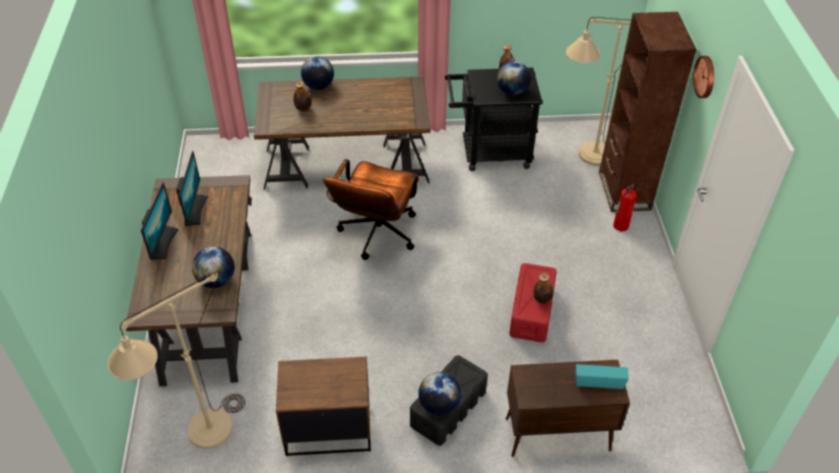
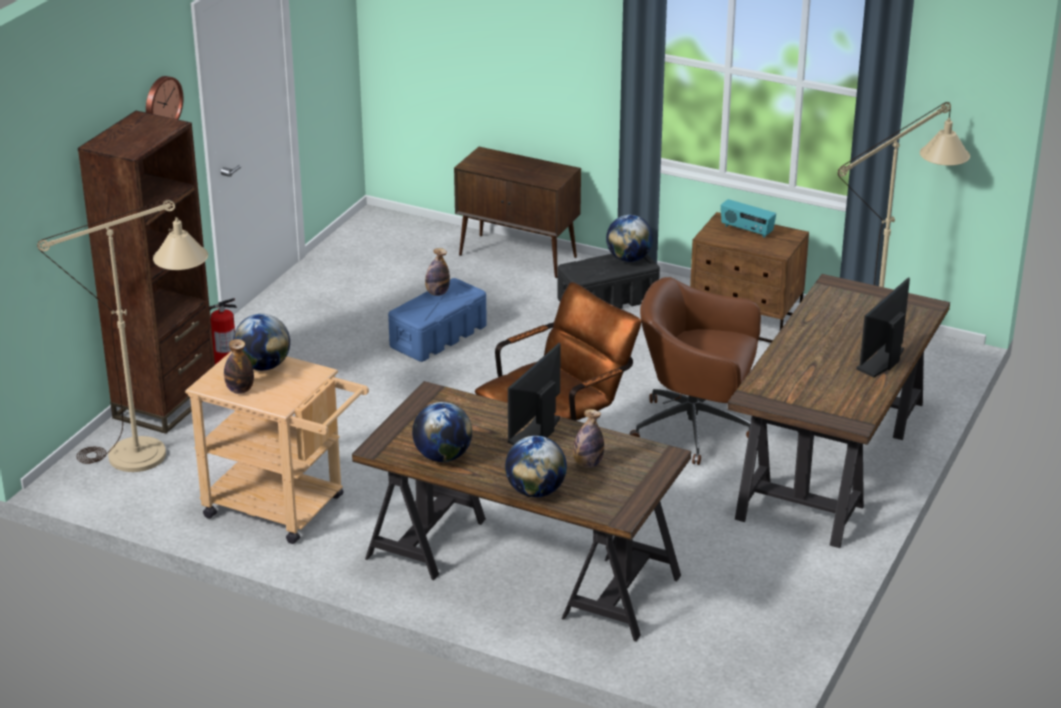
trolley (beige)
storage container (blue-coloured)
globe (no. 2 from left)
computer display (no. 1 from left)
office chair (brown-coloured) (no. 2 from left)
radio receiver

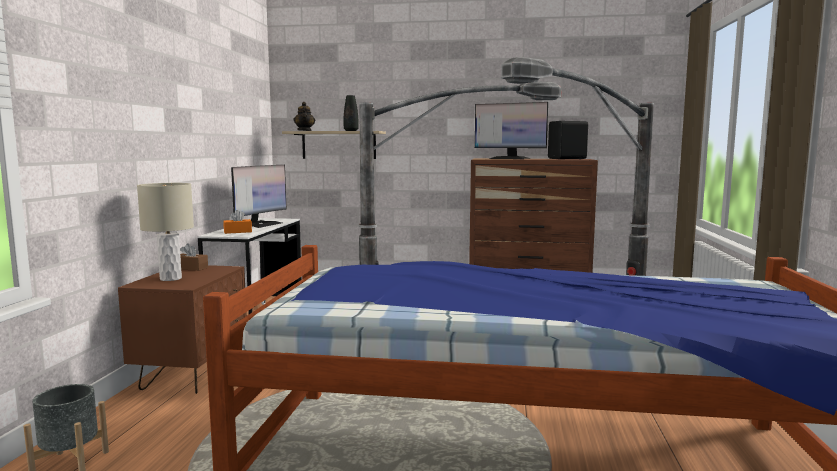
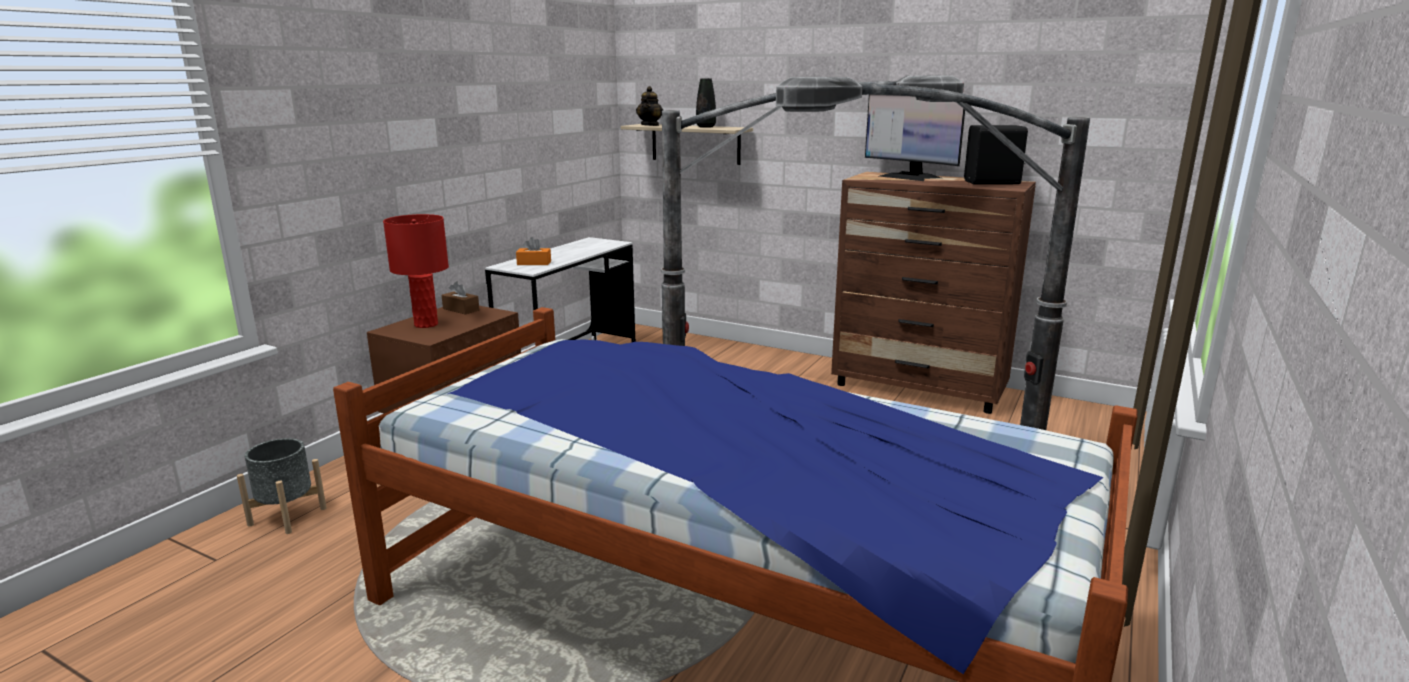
lamp for a table (red)
computer display (no. 1 from left in the first image)

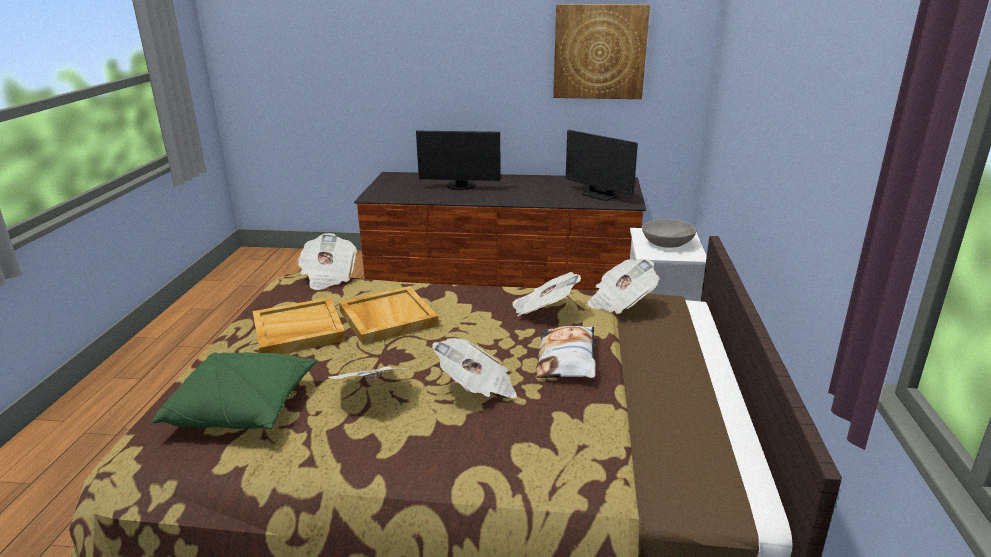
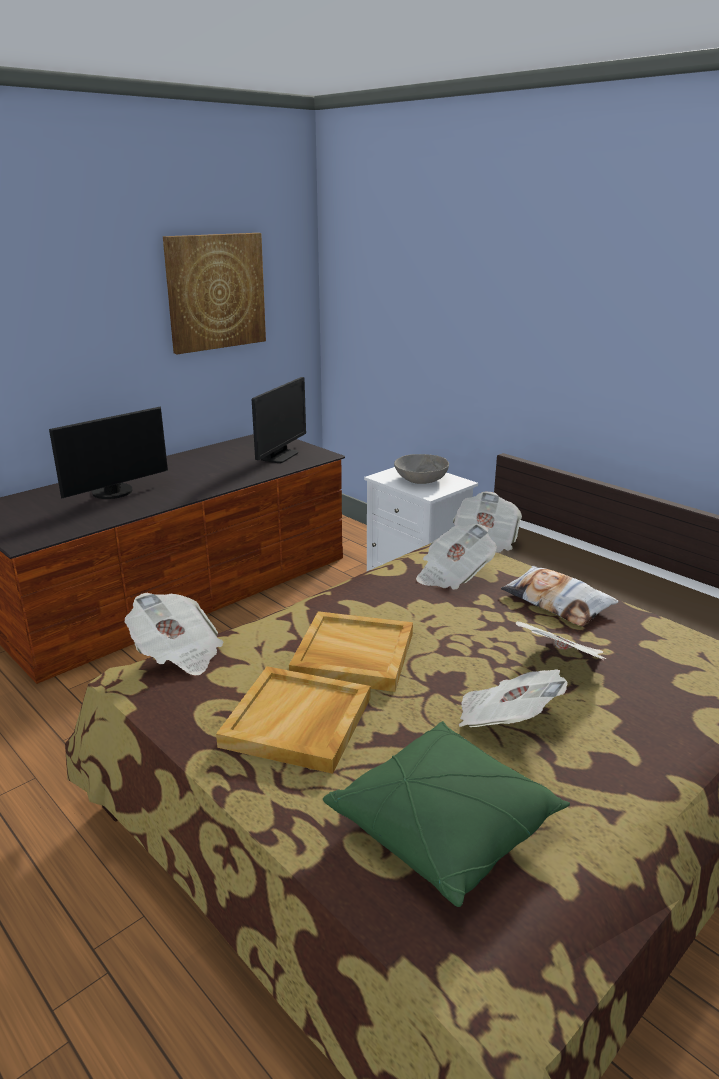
computer display (no. 2 from left)

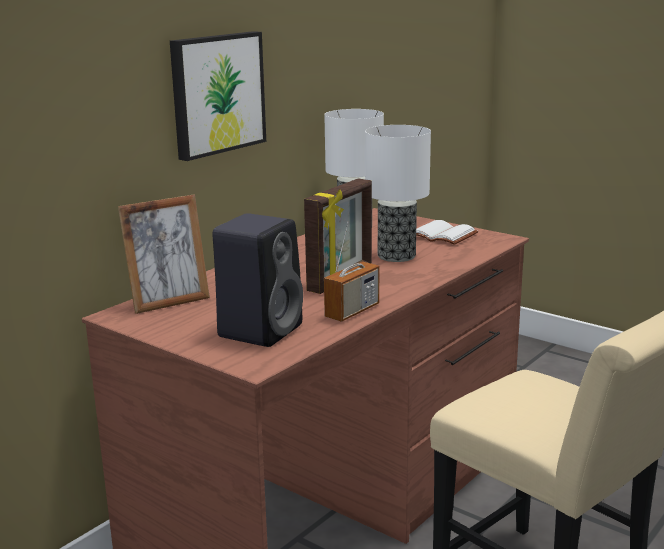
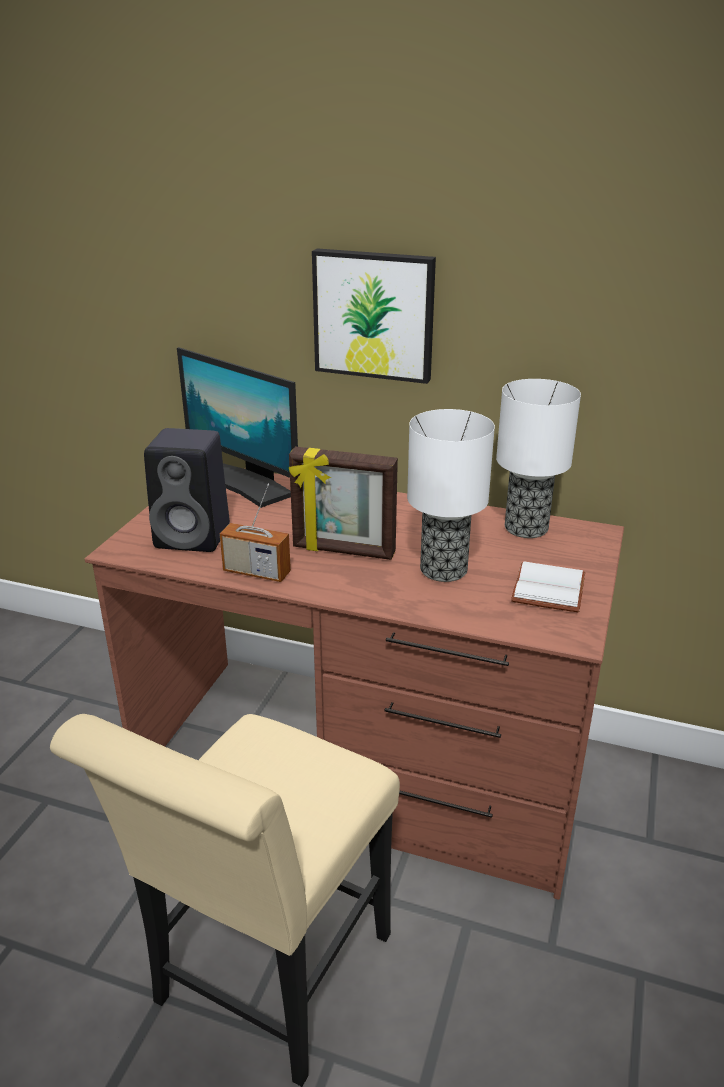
computer display

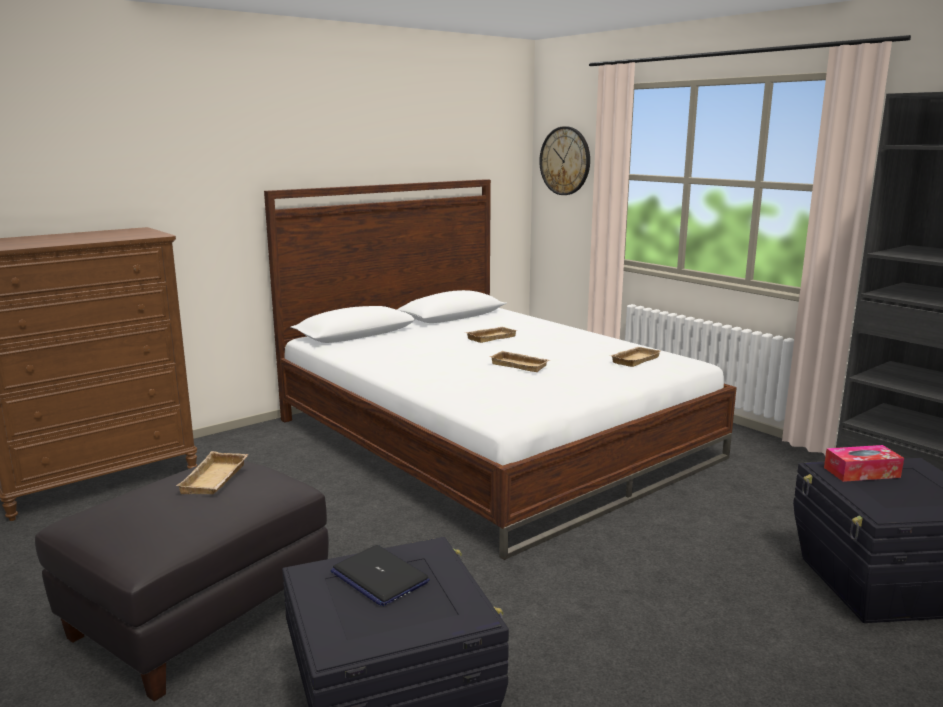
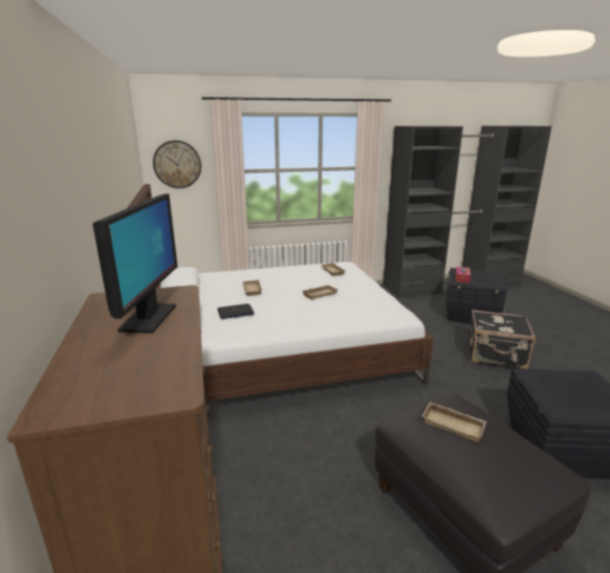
computer display
laptop
piece of luggage (black)

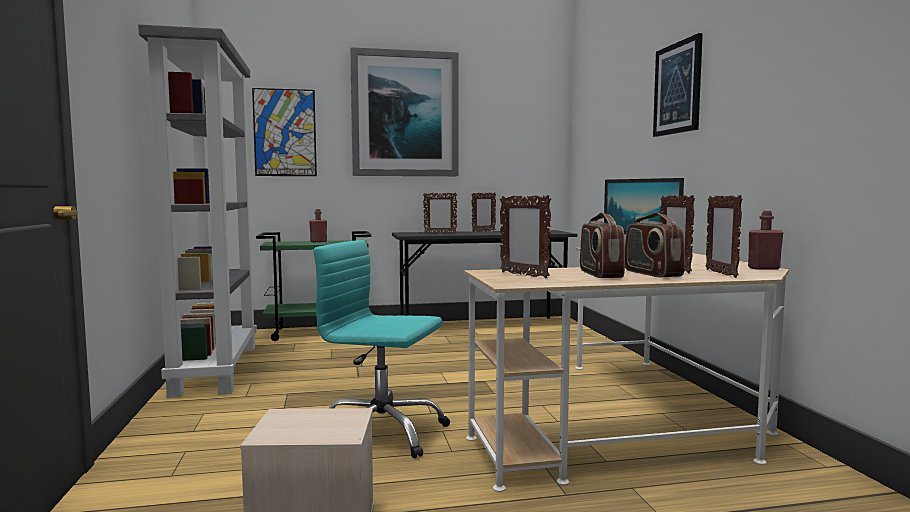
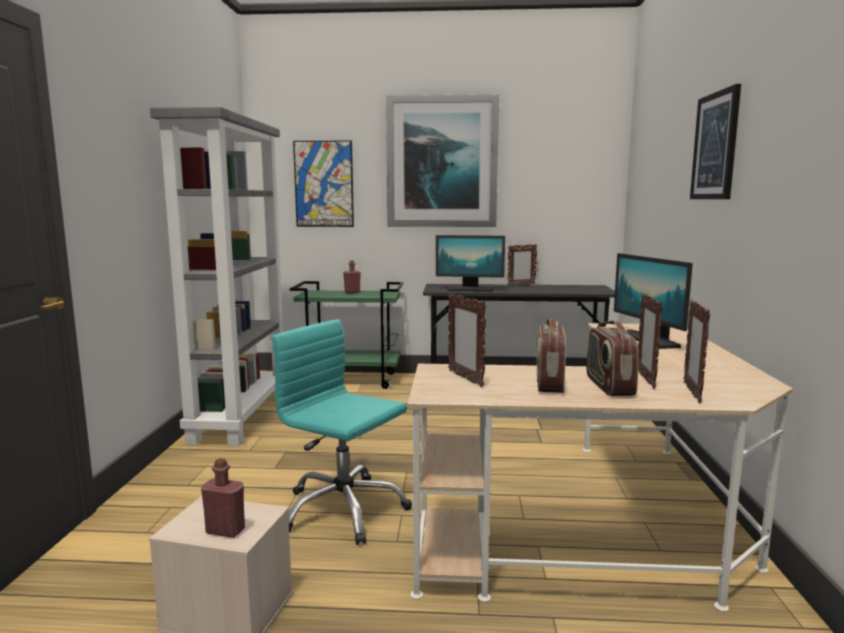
beverage bottle (red) (no. 1 from left)
computer display (no. 1 from left)

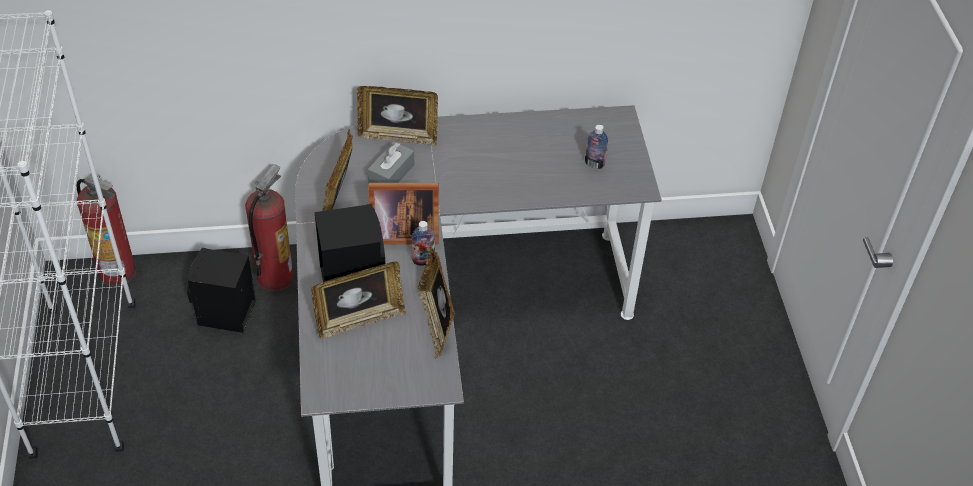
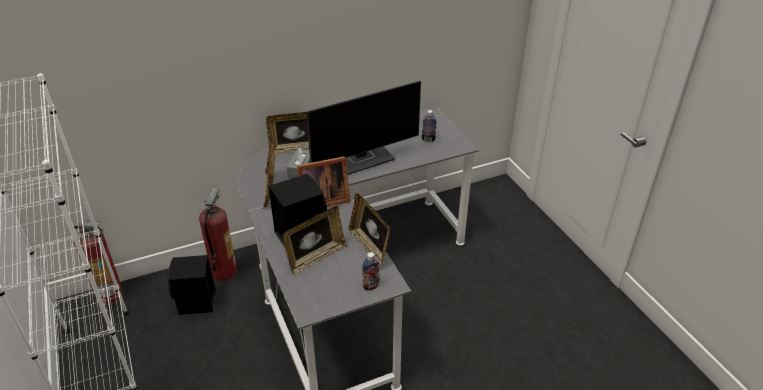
computer display
beverage bottle (no. 1 from left)

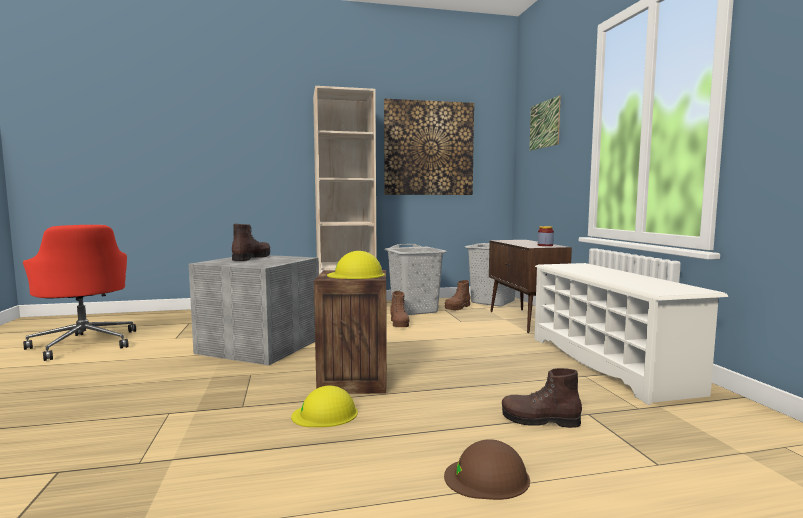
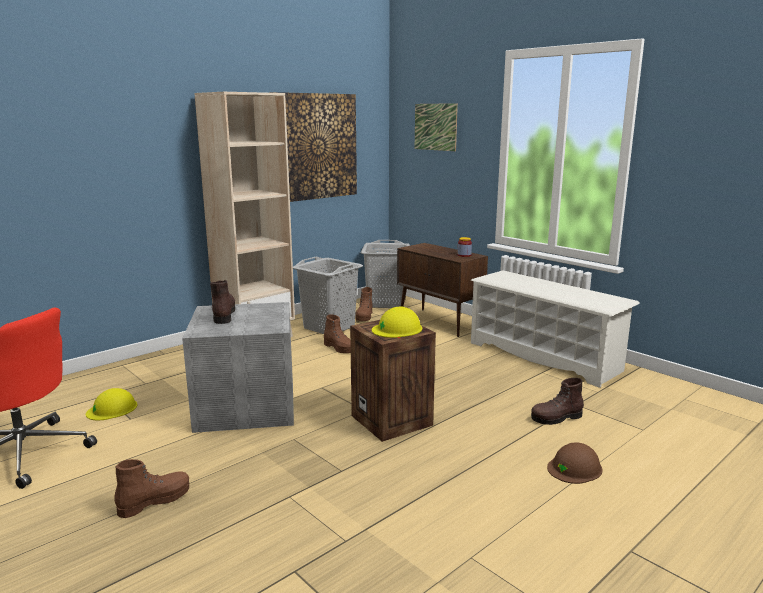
hard hat (yellowish) (no. 1 from left)
boot (brown-coloured) (no. 1 from left)

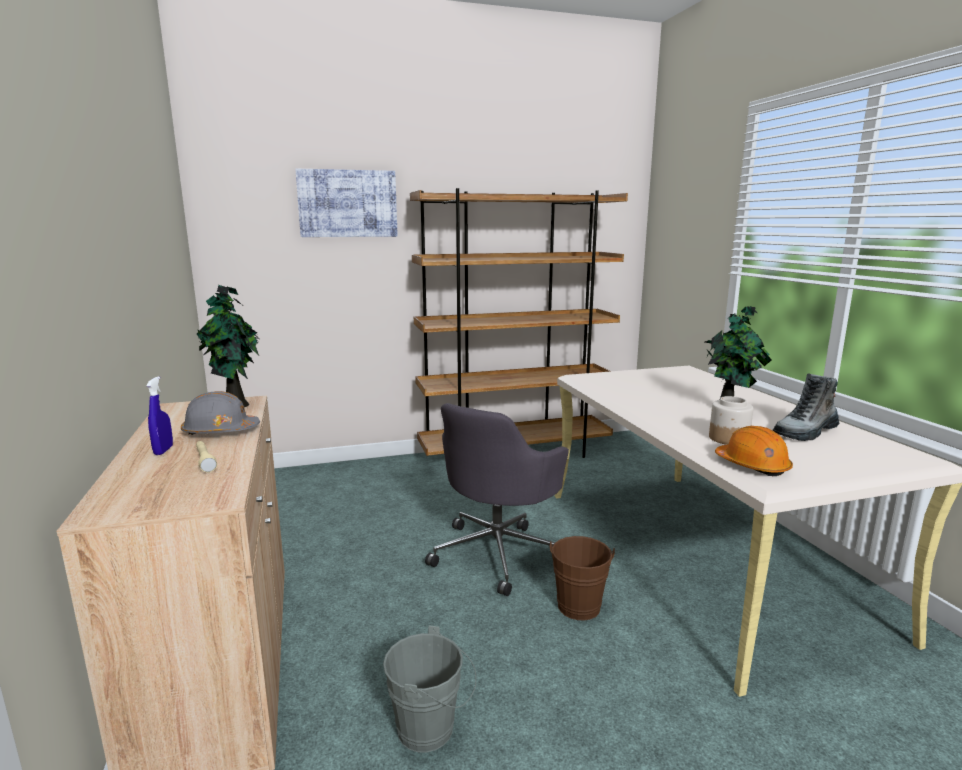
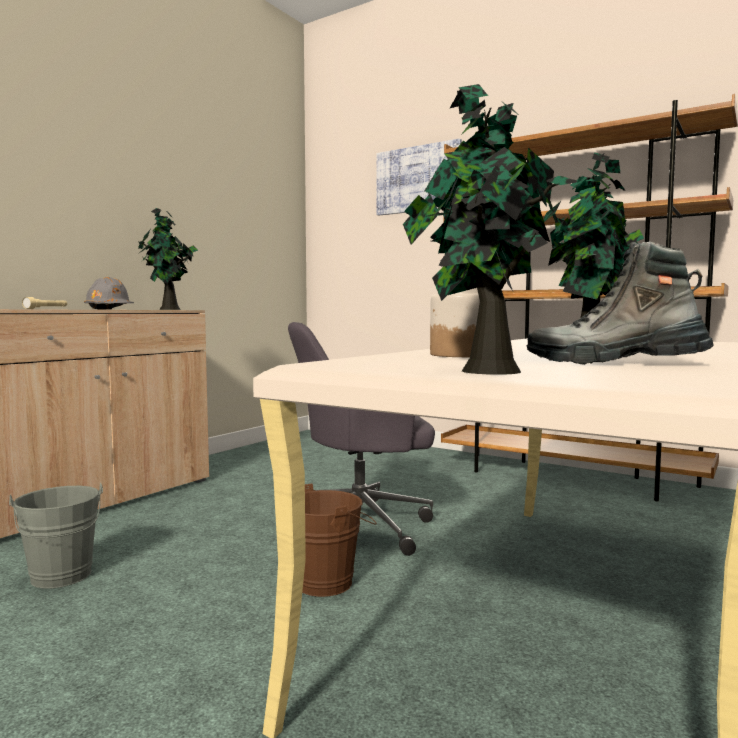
plant in a pot (no. 2 from left)
hand sprayer (blue-coloured)
hard hat (orangey)

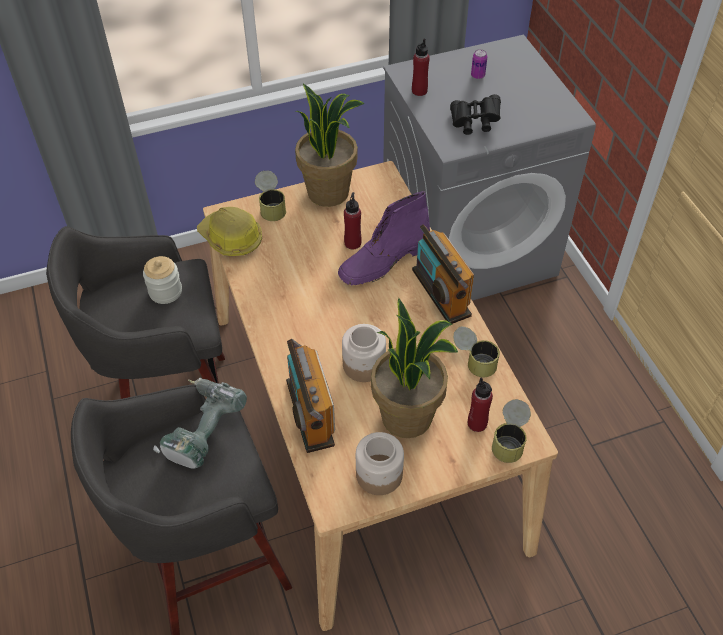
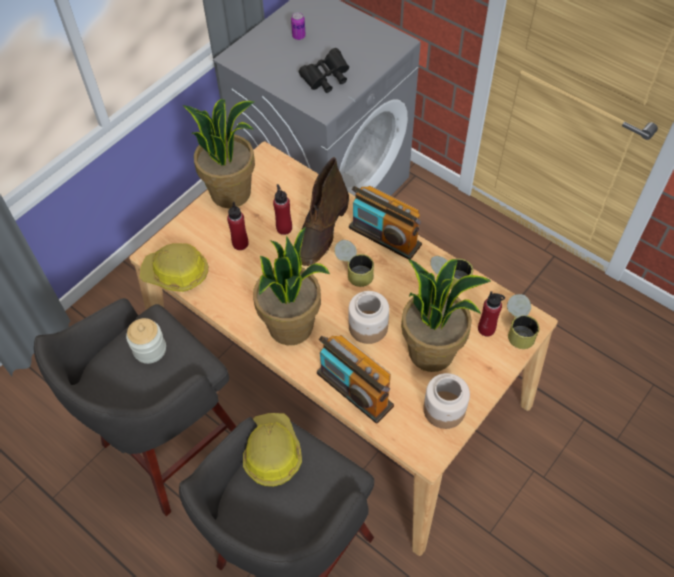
beverage bottle (red) (no. 1 from left)
hard hat (no. 2 from left)
plant in a pot (no. 2 from left)
boot (brown-coloured)
can (no. 2 from left)

